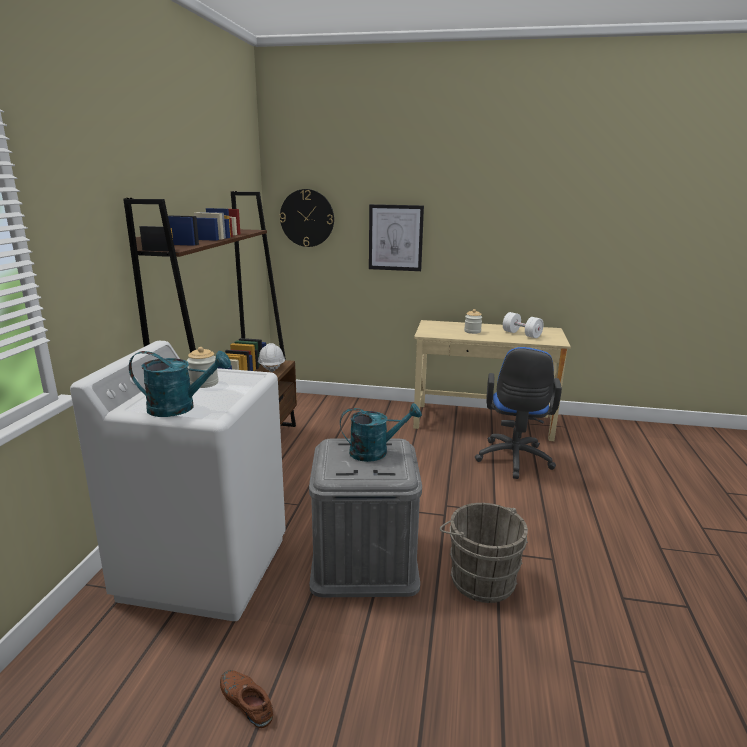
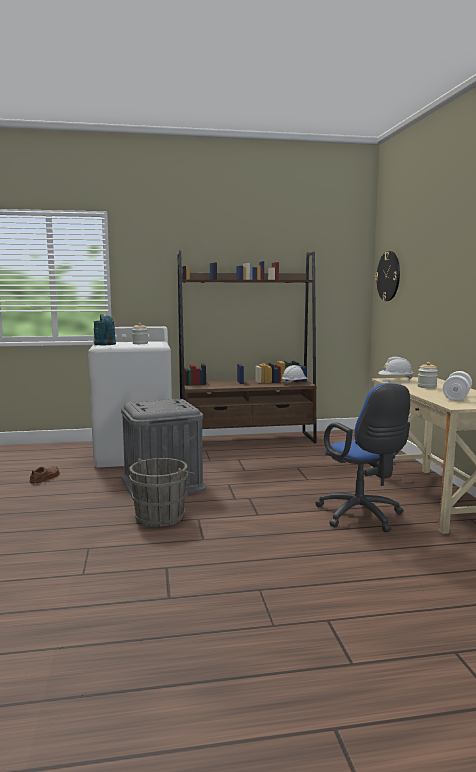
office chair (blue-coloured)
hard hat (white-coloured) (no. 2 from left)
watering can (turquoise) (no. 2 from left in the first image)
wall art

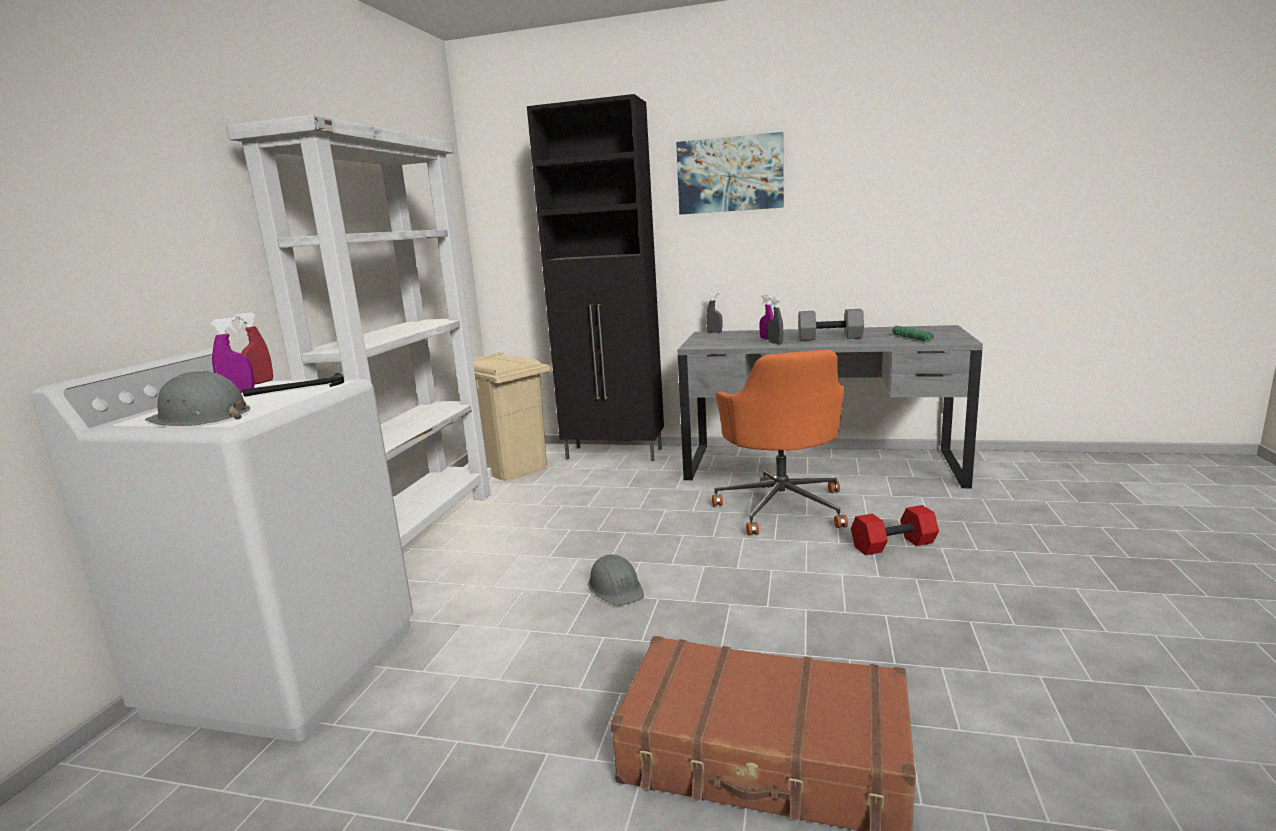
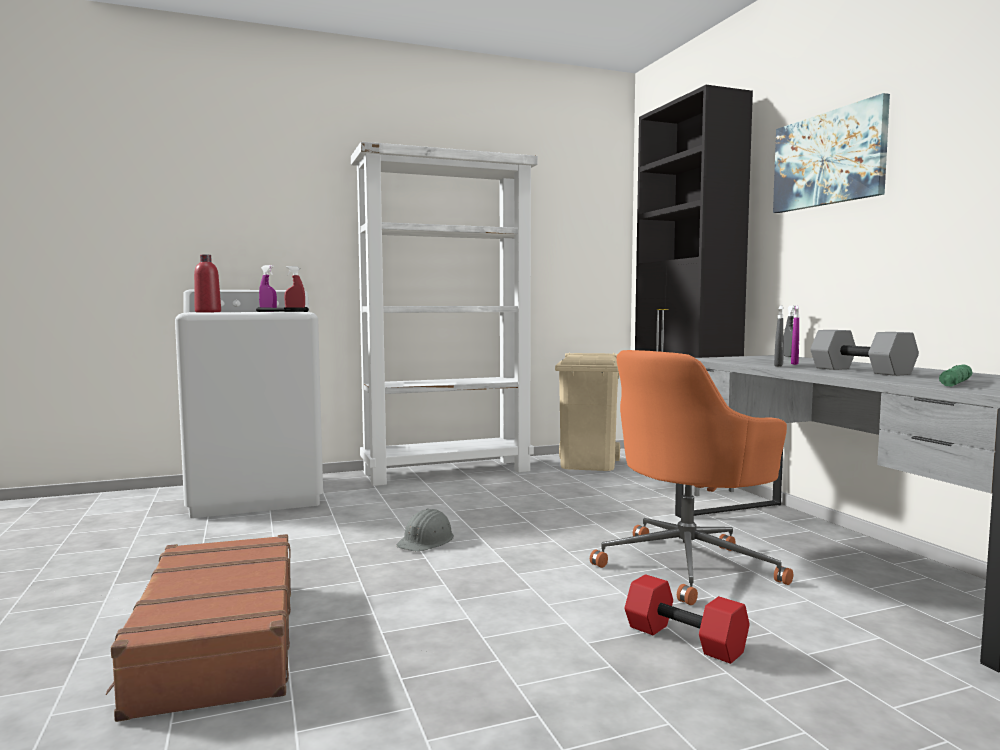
beverage bottle (red)

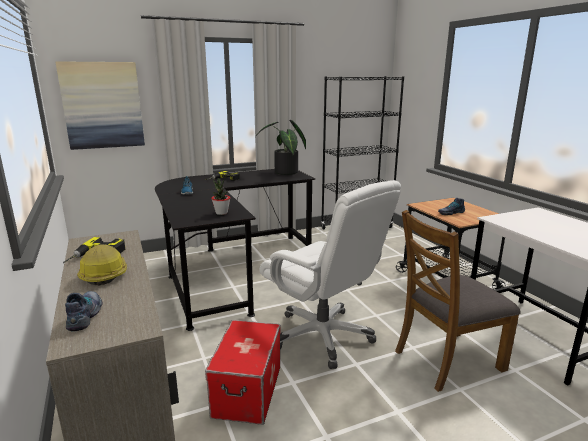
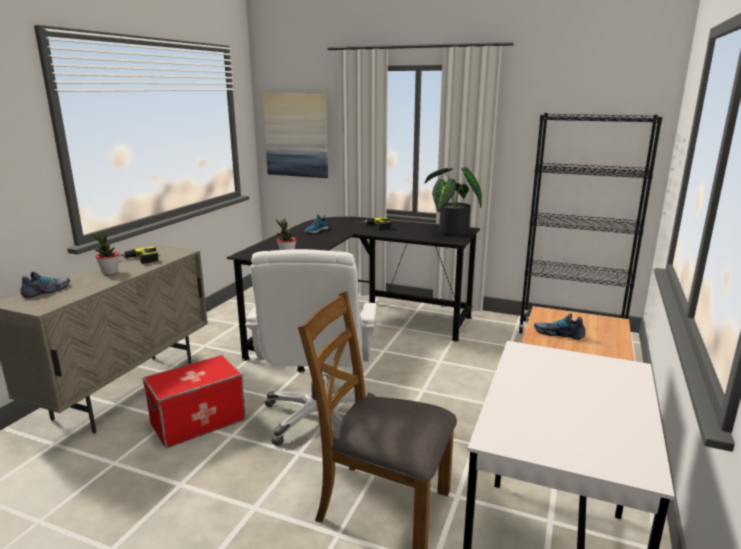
plant in a pot (no. 1 from left)

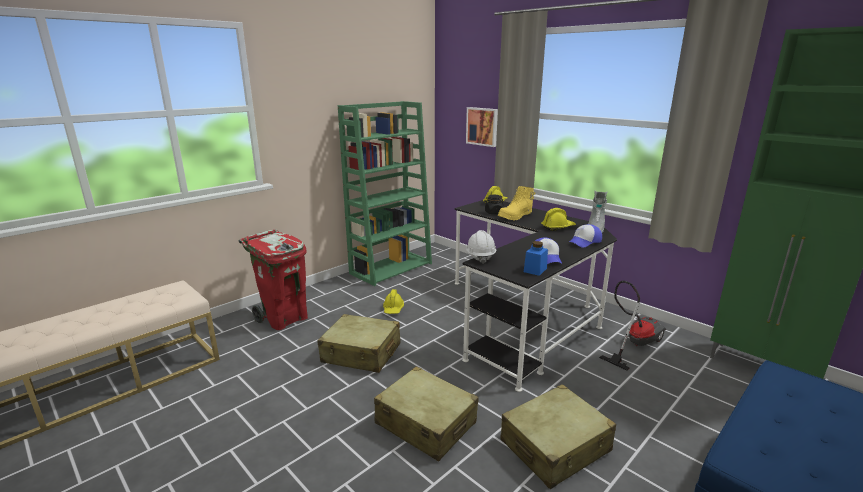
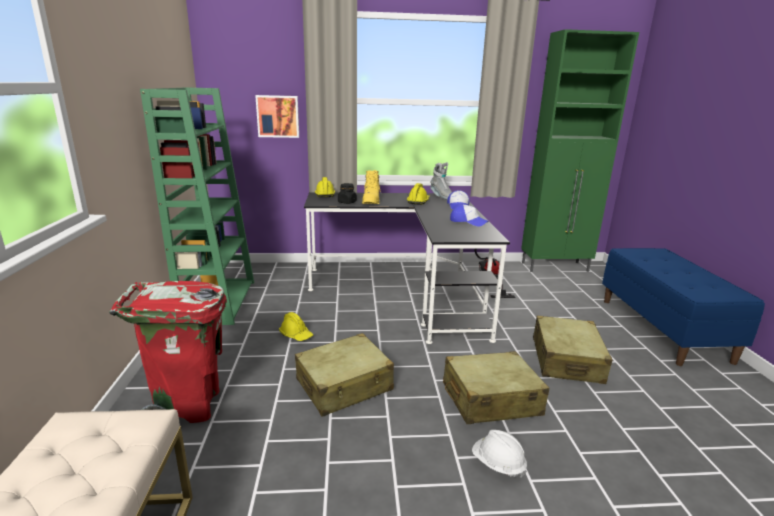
hard hat (white-coloured)
jar (blue-coloured)

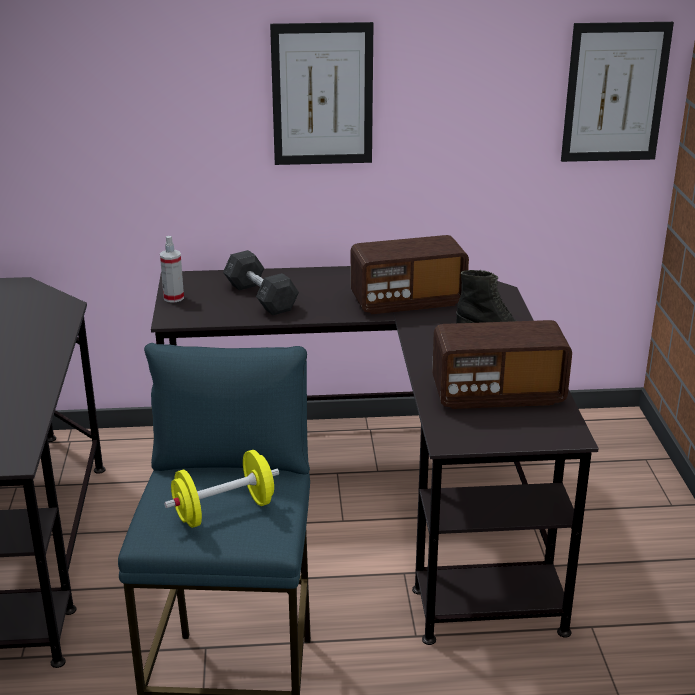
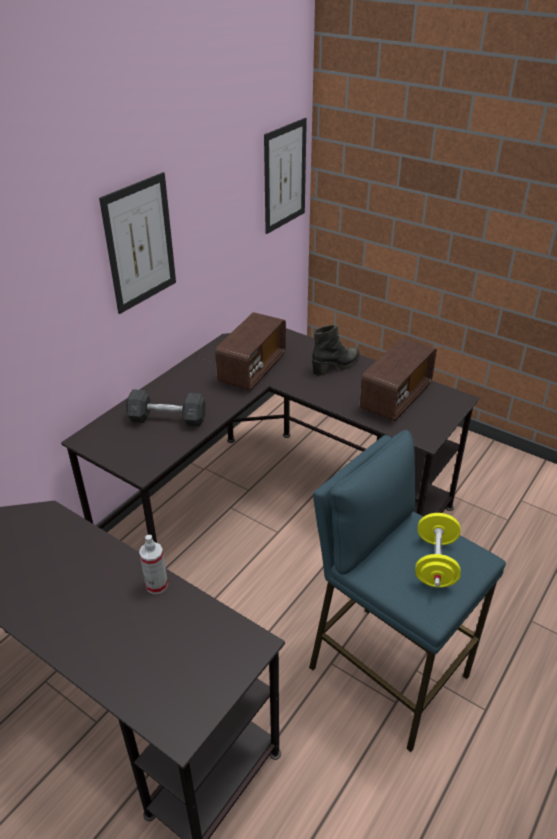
hand sprayer

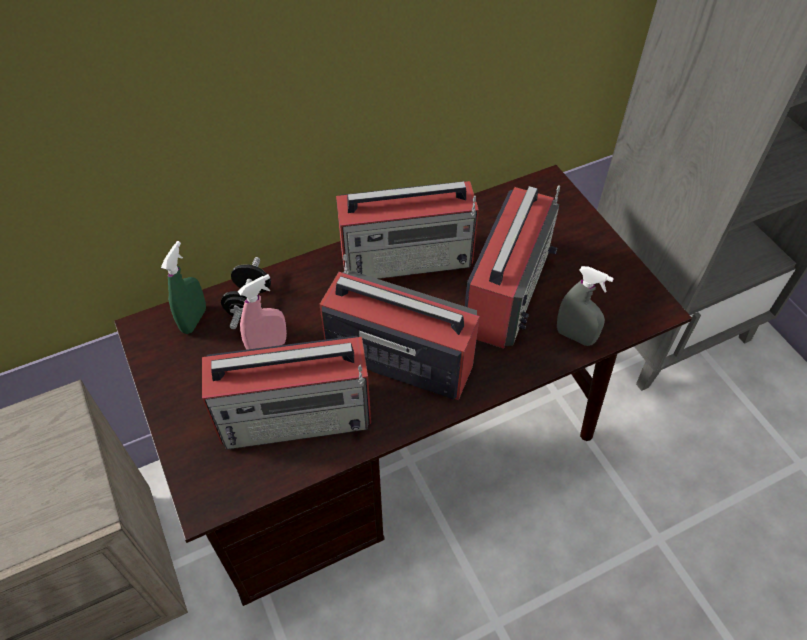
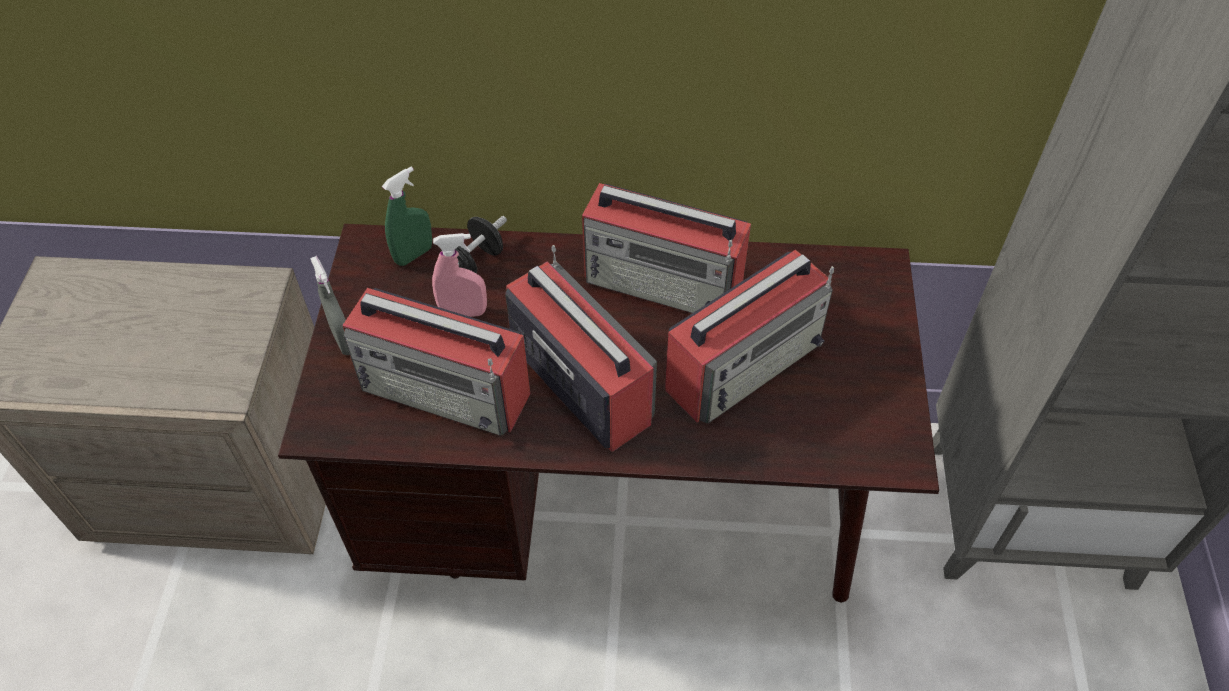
hand sprayer (gray)

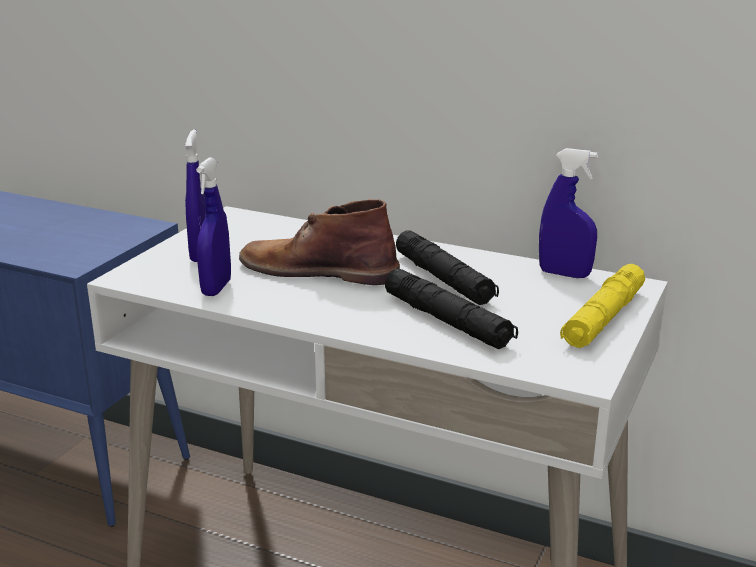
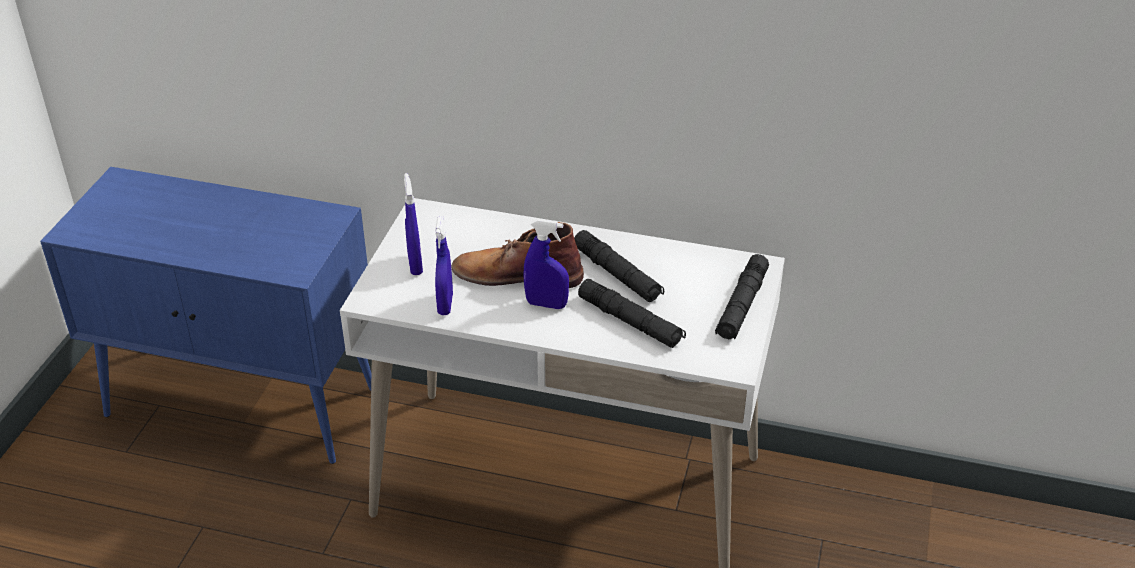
hand sprayer (blue-coloured) (no. 3 from left)
torch (black) (no. 3 from left)

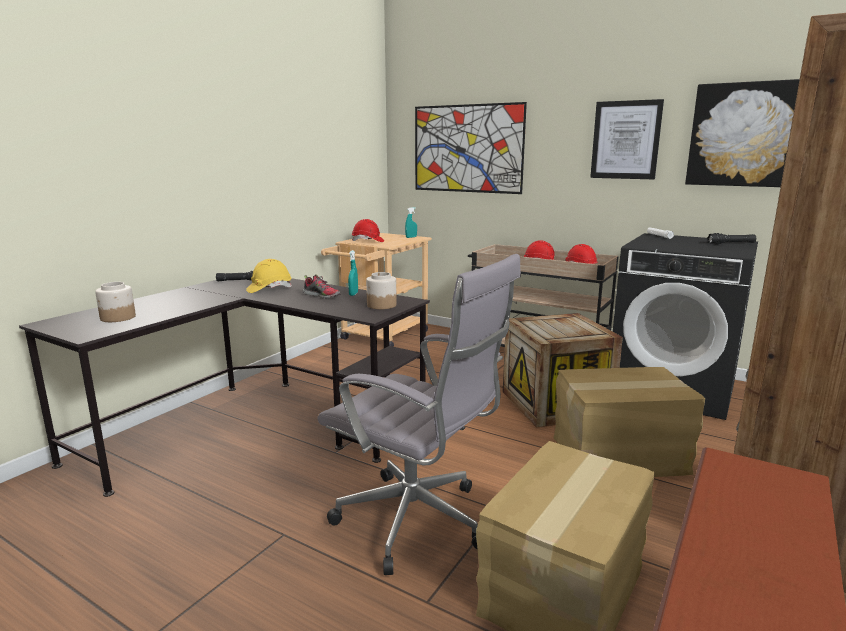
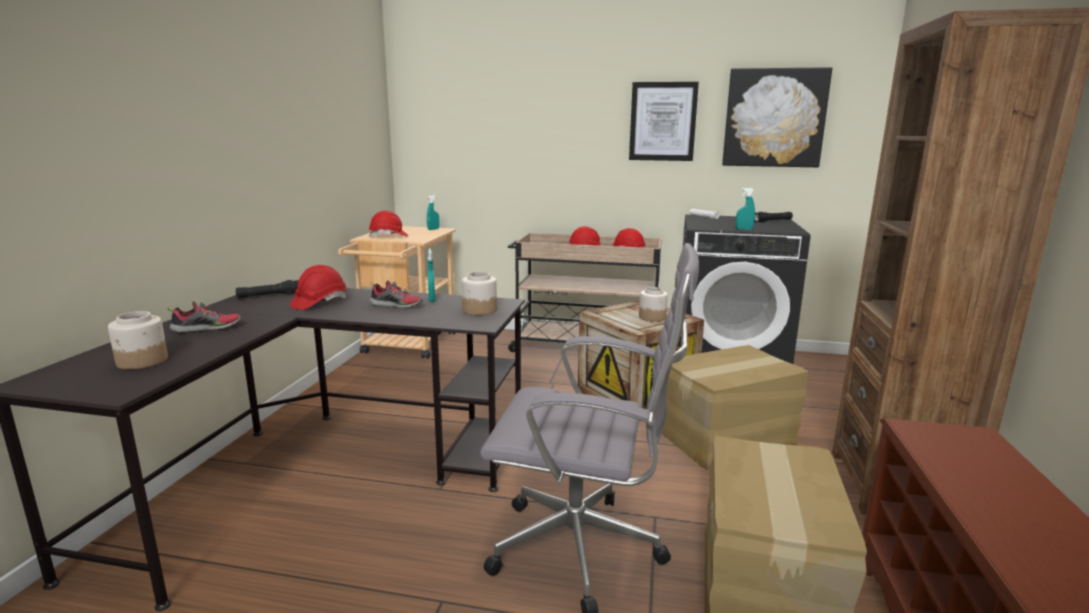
shoe (no. 1 from left)
hard hat (red) (no. 1 from left)
jar (no. 3 from left)
hand sprayer (turquoise) (no. 3 from left)
wall art (no. 1 from left in the first image)

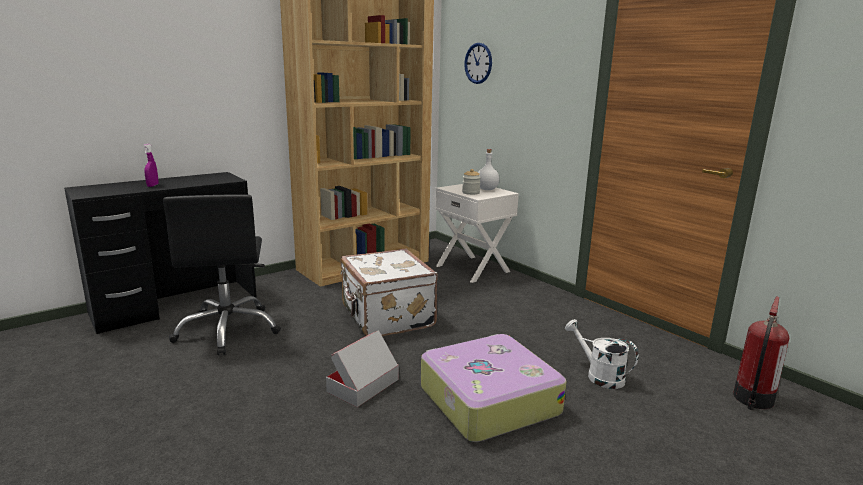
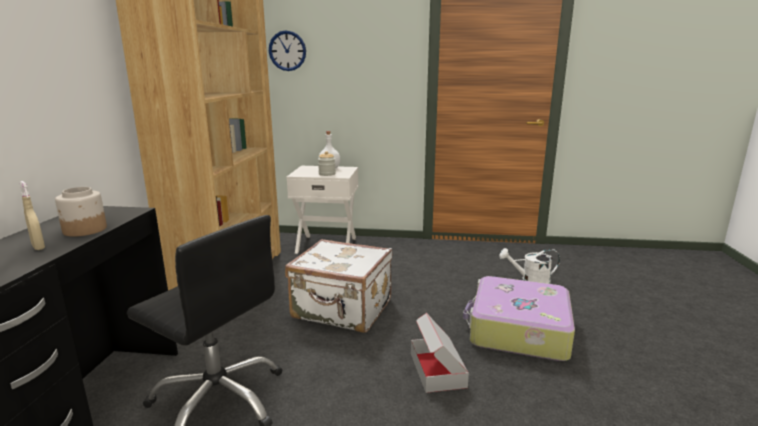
hand sprayer (beige)
jar (no. 1 from left)
fire extinguisher

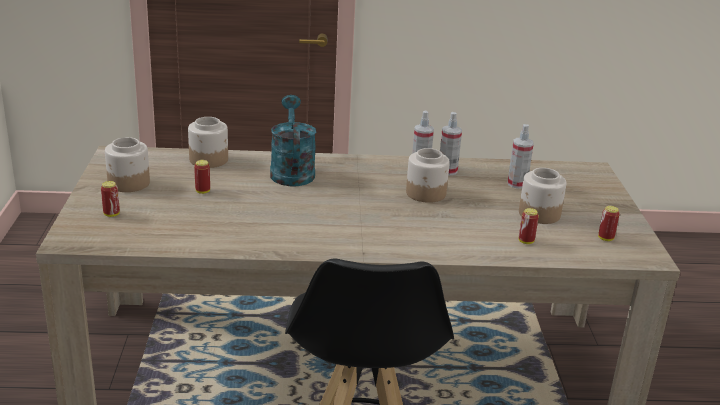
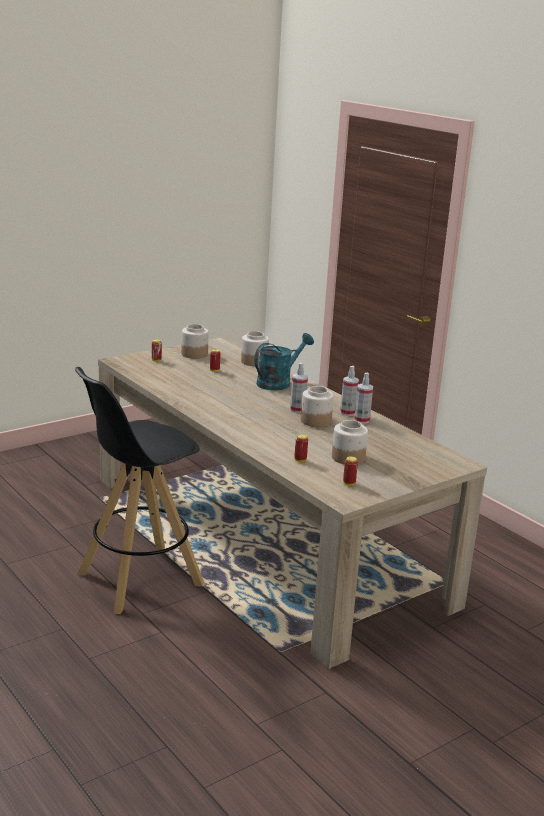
hand sprayer (no. 1 from left)

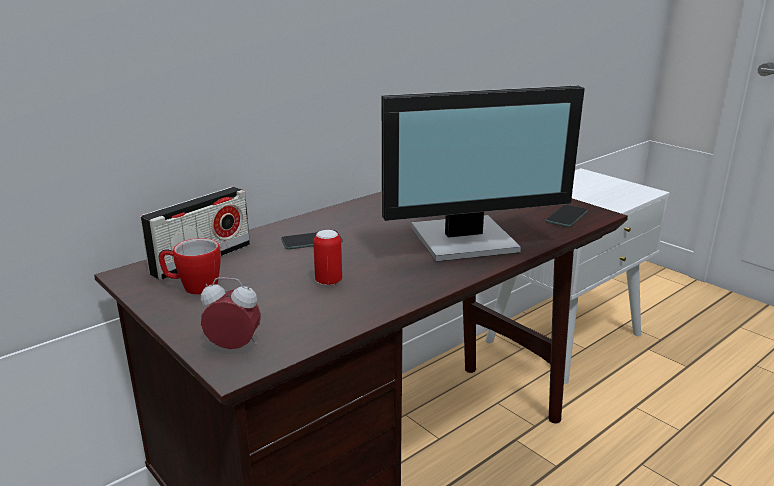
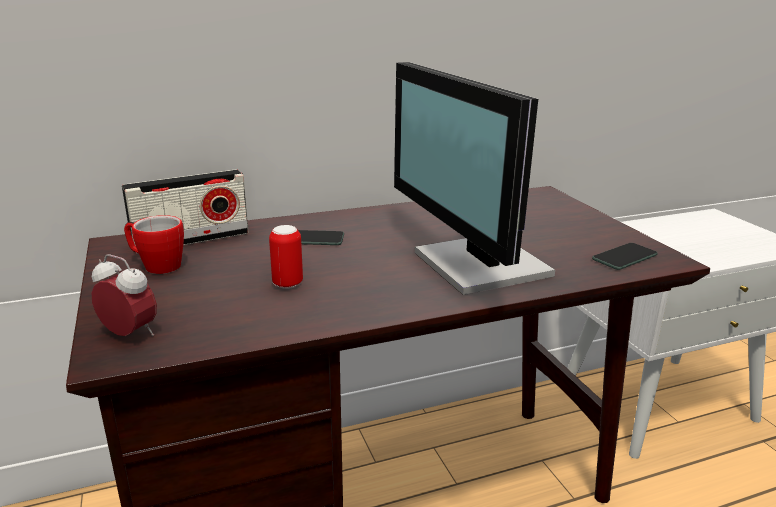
computer display

